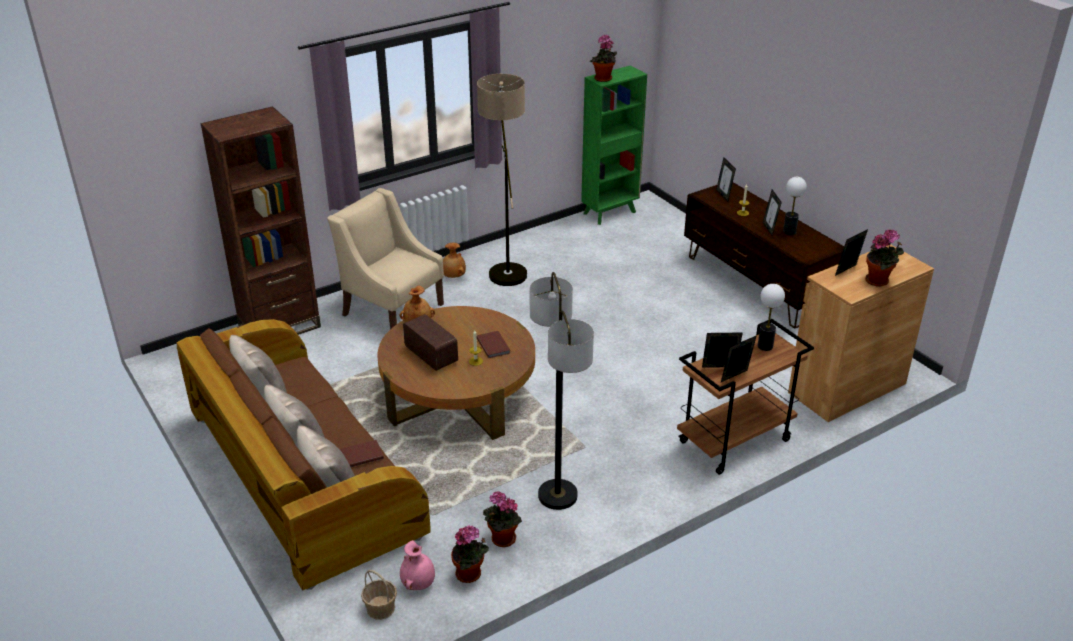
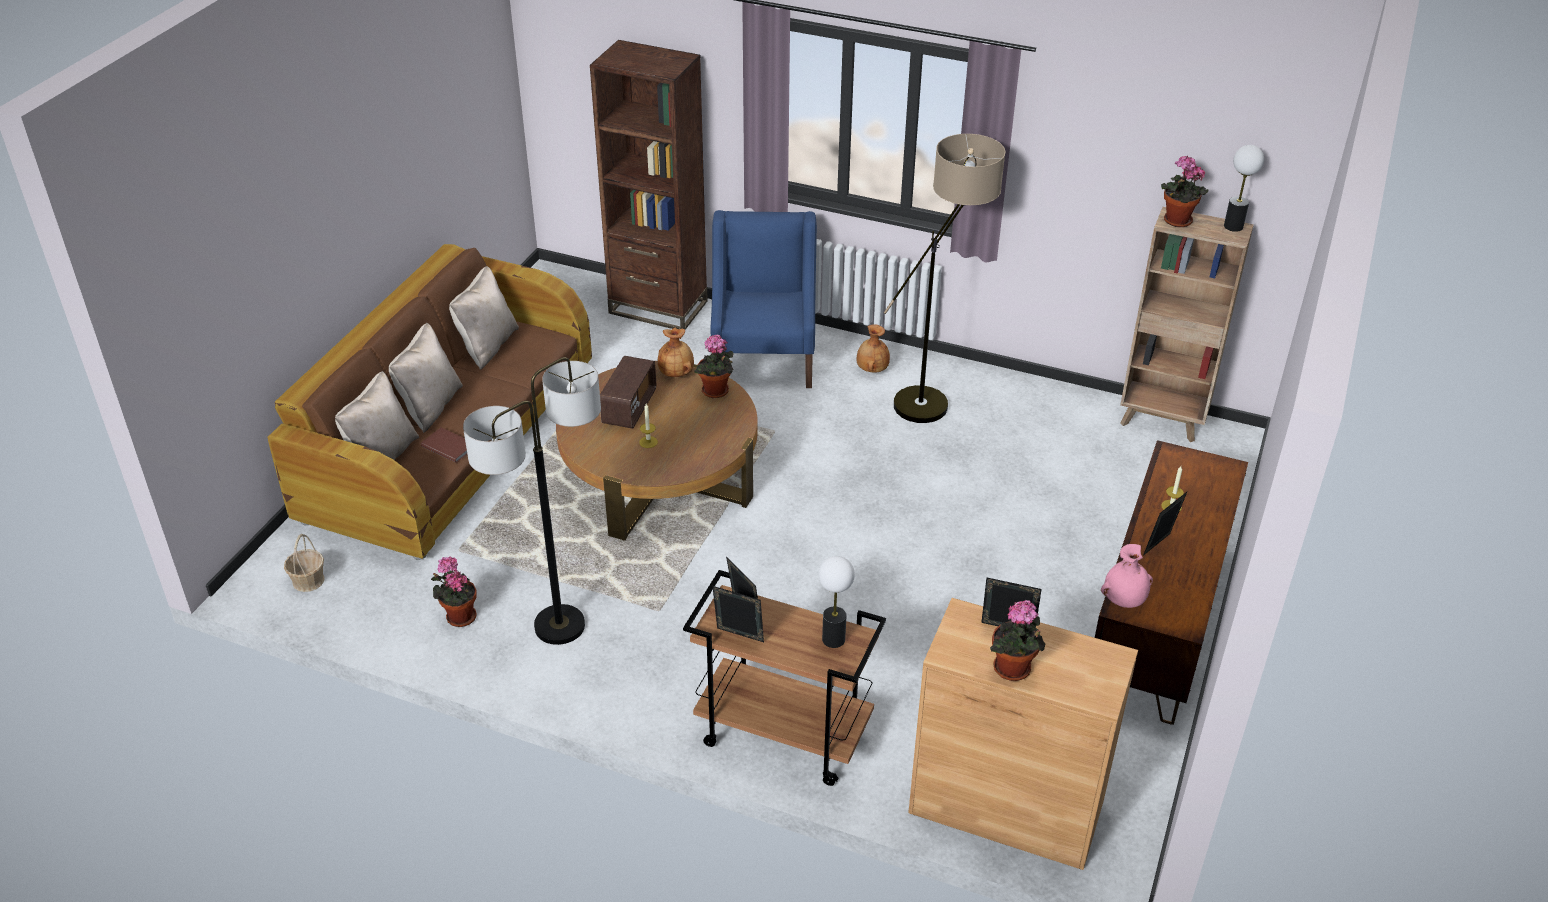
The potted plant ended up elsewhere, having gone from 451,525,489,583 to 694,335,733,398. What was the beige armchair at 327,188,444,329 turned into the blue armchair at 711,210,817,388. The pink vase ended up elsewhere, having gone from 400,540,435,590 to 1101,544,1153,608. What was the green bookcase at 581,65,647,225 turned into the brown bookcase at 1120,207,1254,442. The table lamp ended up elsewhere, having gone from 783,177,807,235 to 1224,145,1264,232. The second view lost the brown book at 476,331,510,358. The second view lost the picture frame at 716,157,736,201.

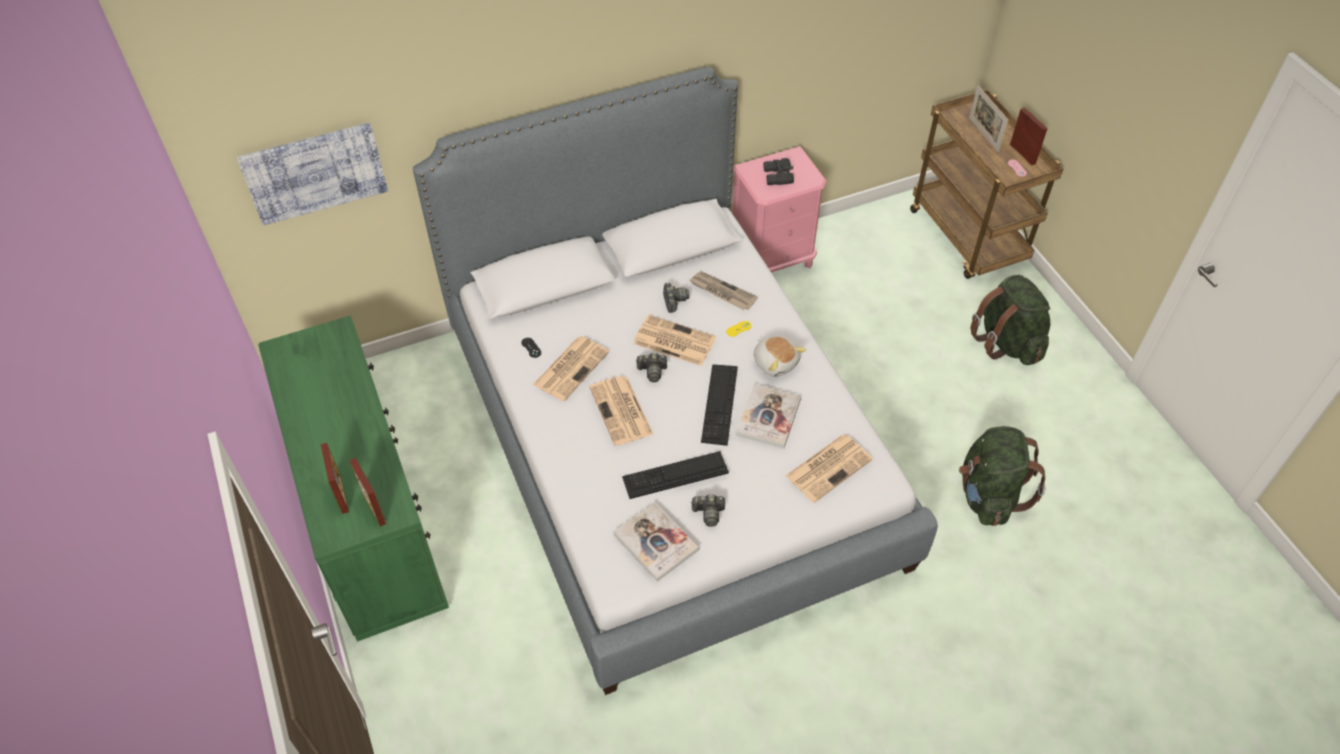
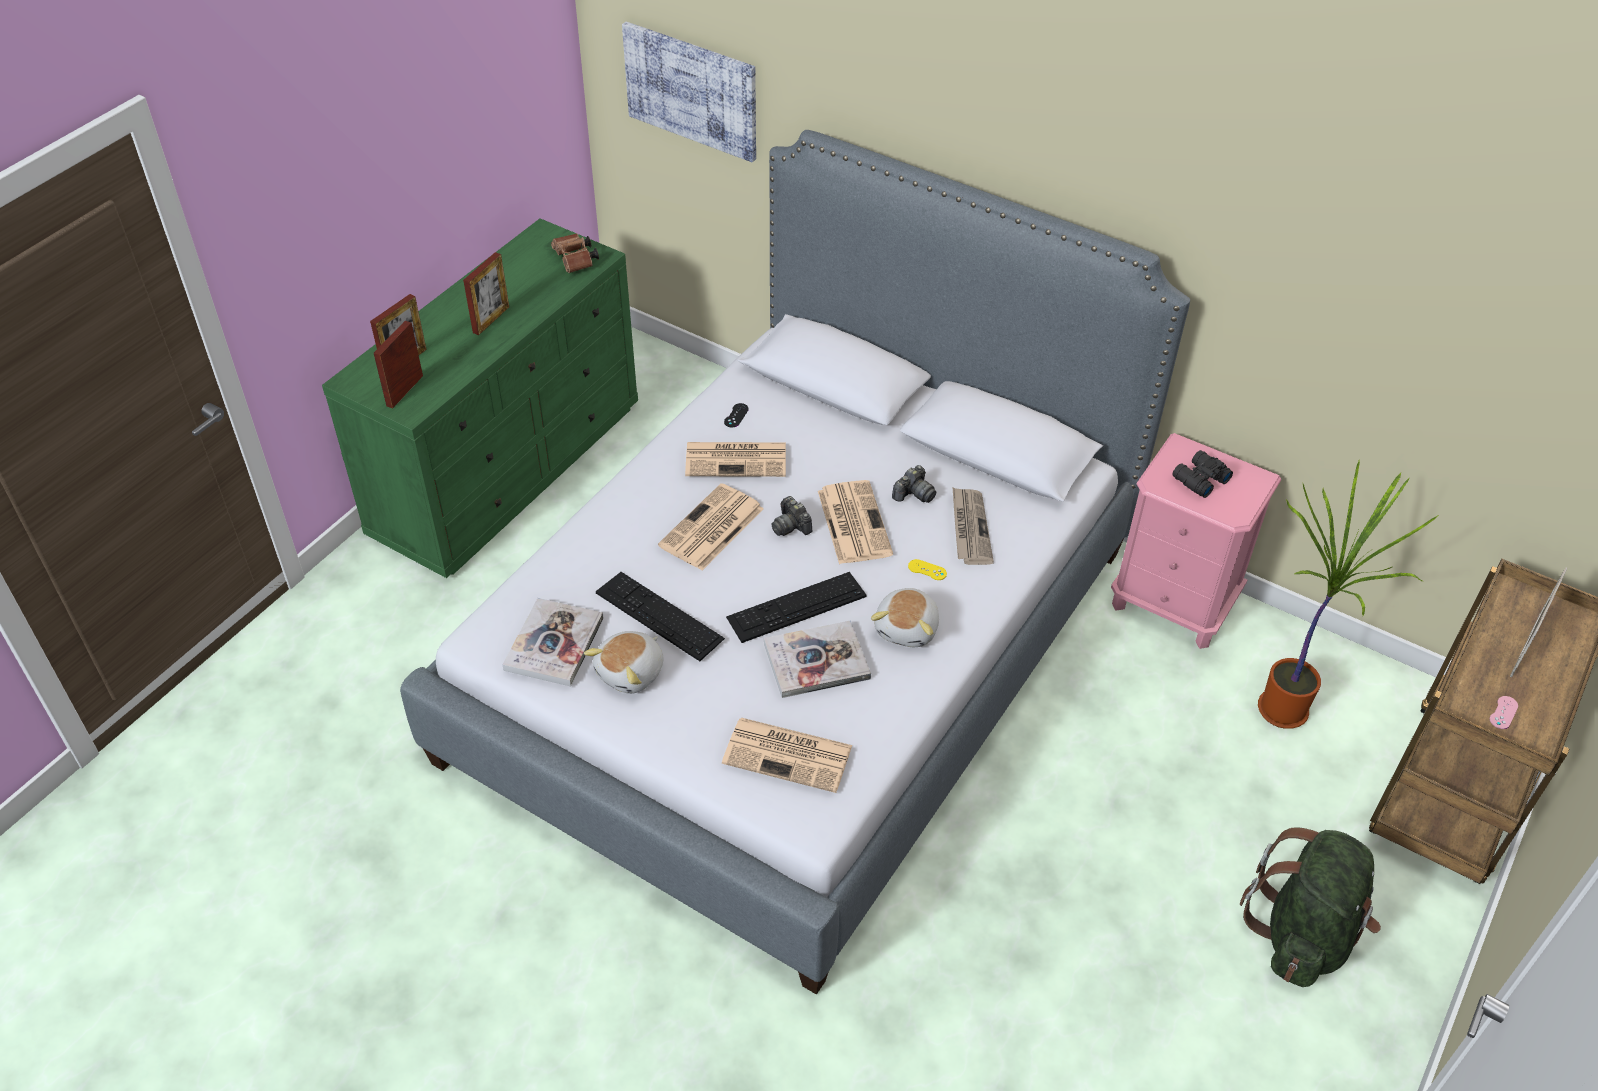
The picture frame ended up elsewhere, having gone from 1010,107,1047,165 to 463,252,509,335. The second view gained the brown binoculars at 551,233,599,273. Where the photo camera stood at 691,494,725,527, the plush toy came to stand at 584,631,664,694. The second view gained the potted plant at 1258,461,1438,729. The second view lost the green backpack at 959,426,1045,526.

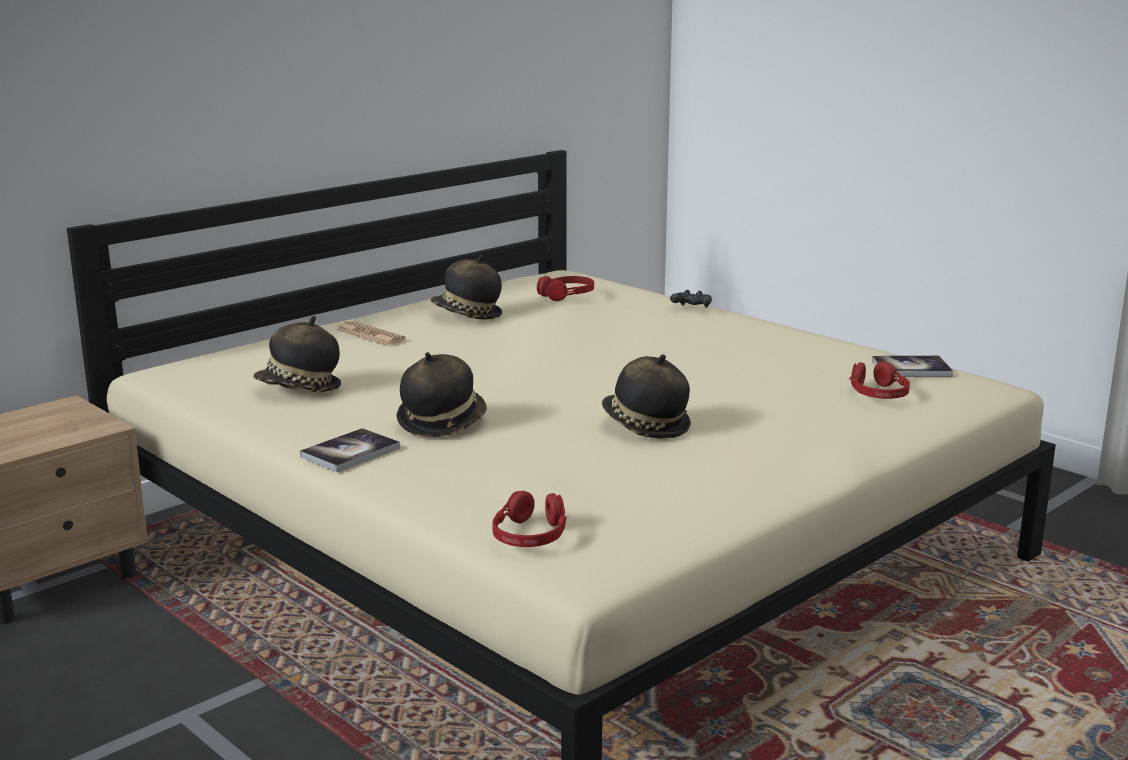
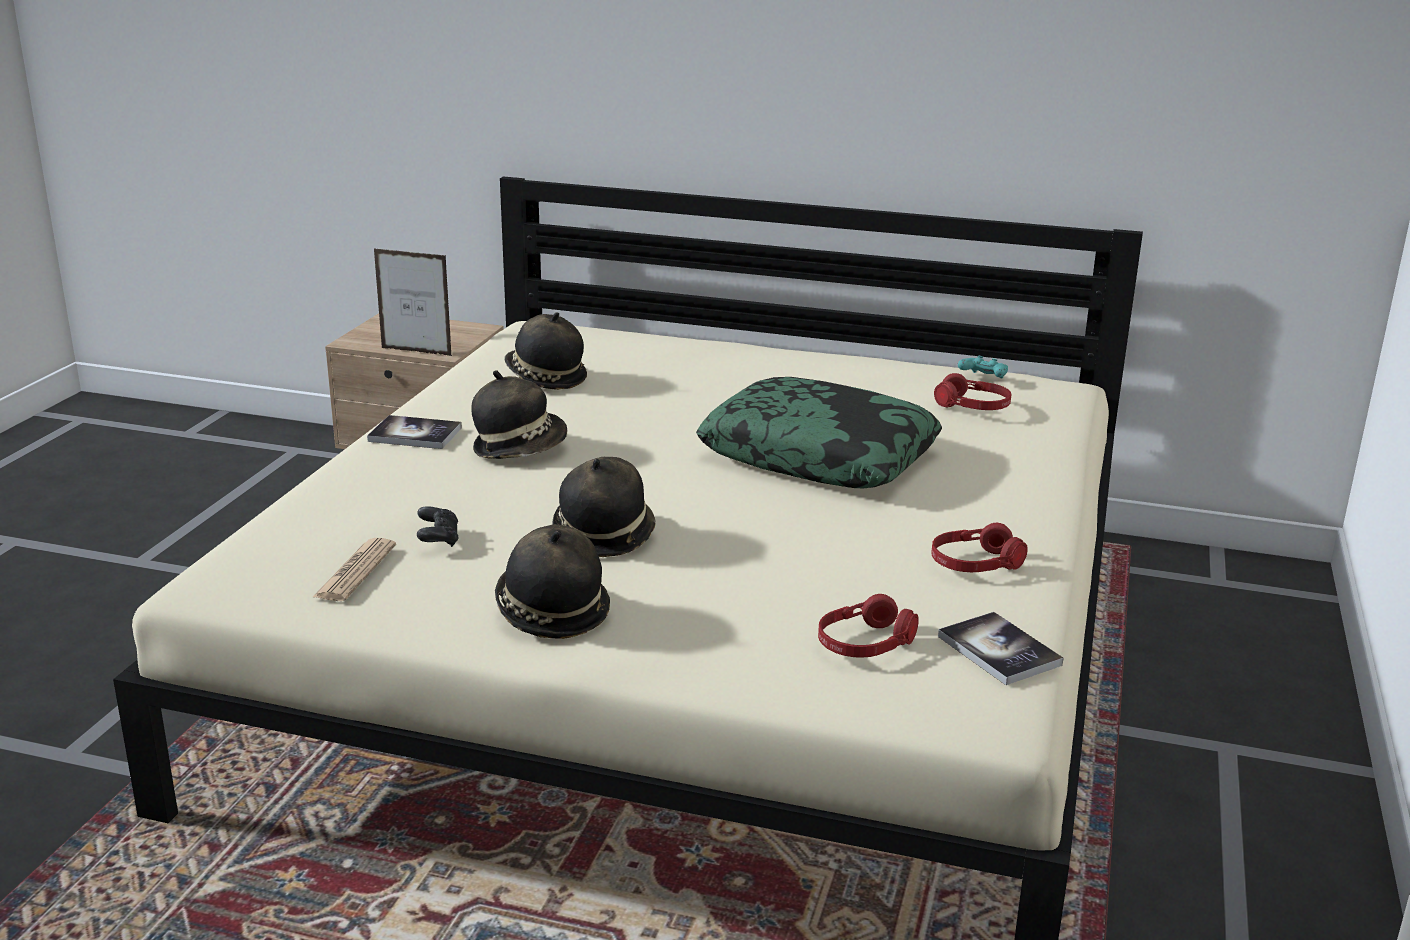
The newspaper ended up elsewhere, having gone from 336,321,405,345 to 313,538,396,601. The second view gained the picture frame at 374,249,452,356. The black game controller ended up elsewhere, having gone from 670,290,712,308 to 417,507,459,547. The hat ended up elsewhere, having gone from 431,255,502,320 to 495,524,610,639. The second view gained the pillow at 696,377,942,488. The red headphones ended up elsewhere, having gone from 492,491,567,547 to 931,523,1028,572. The second view gained the turquoise game controller at 958,356,1008,378.

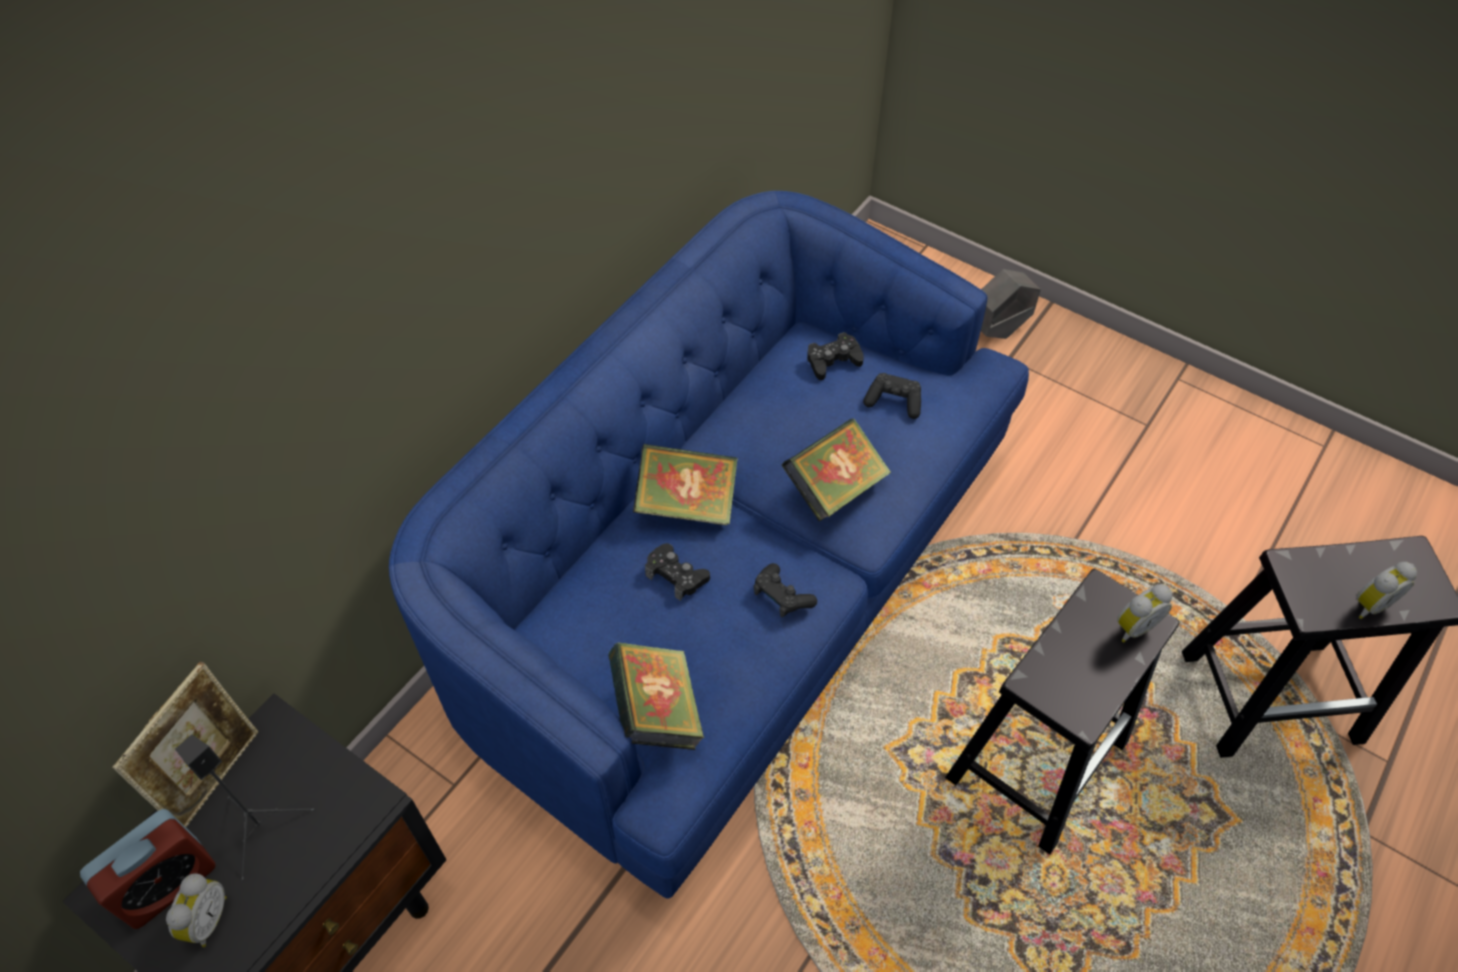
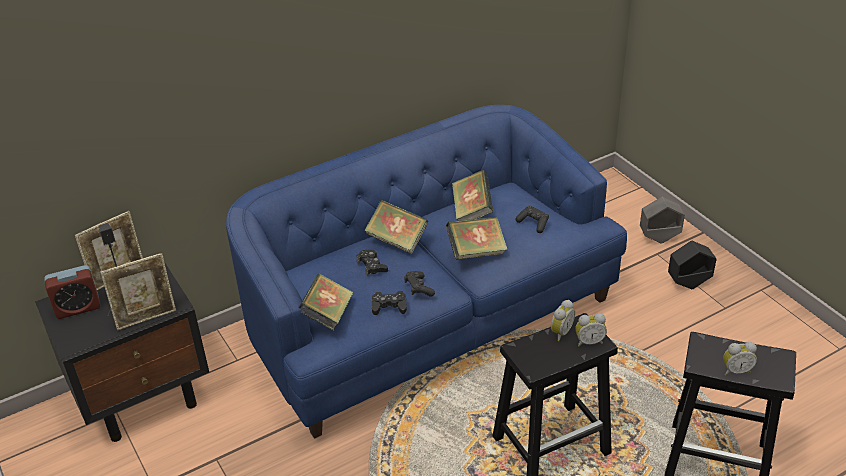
The second view gained the picture frame at 100,253,176,330. The black game controller ended up elsewhere, having gone from 807,332,864,380 to 372,291,407,315. The second view gained the book at 452,170,493,221. The alarm clock ended up elsewhere, having gone from 166,873,227,947 to 551,300,575,341. The second view gained the black planter at 668,241,717,289.

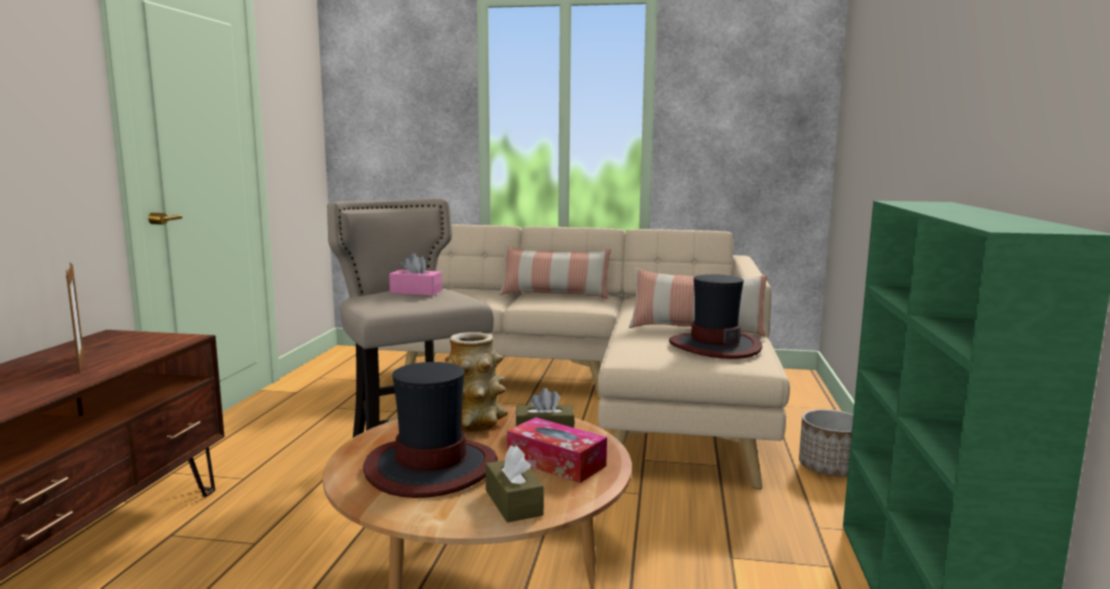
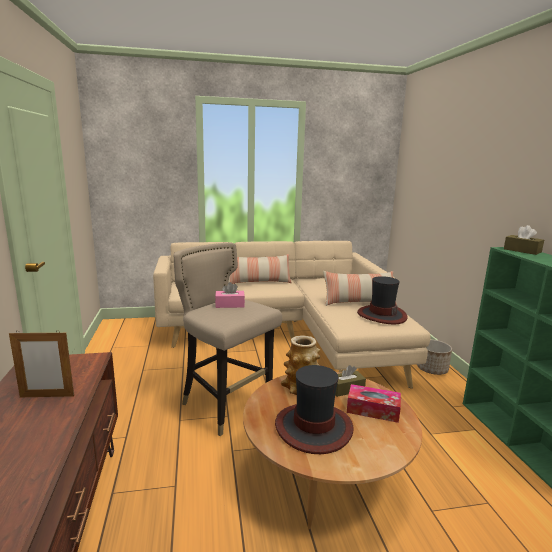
The picture frame at 66,264,84,373 ended up facing another way, 135 degrees clockwise from before. The brown tissue box ended up elsewhere, having gone from 486,446,544,523 to 504,225,544,255.

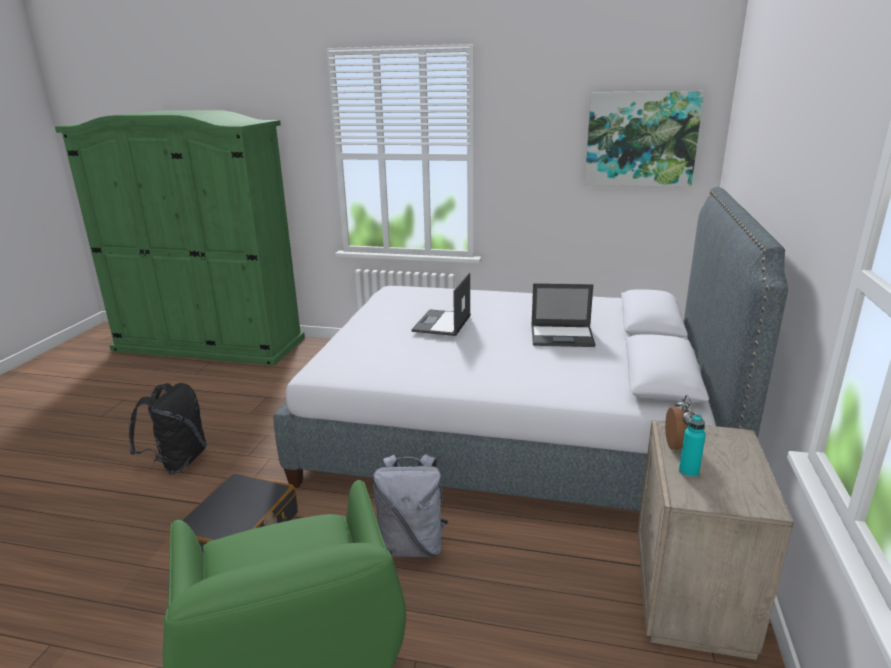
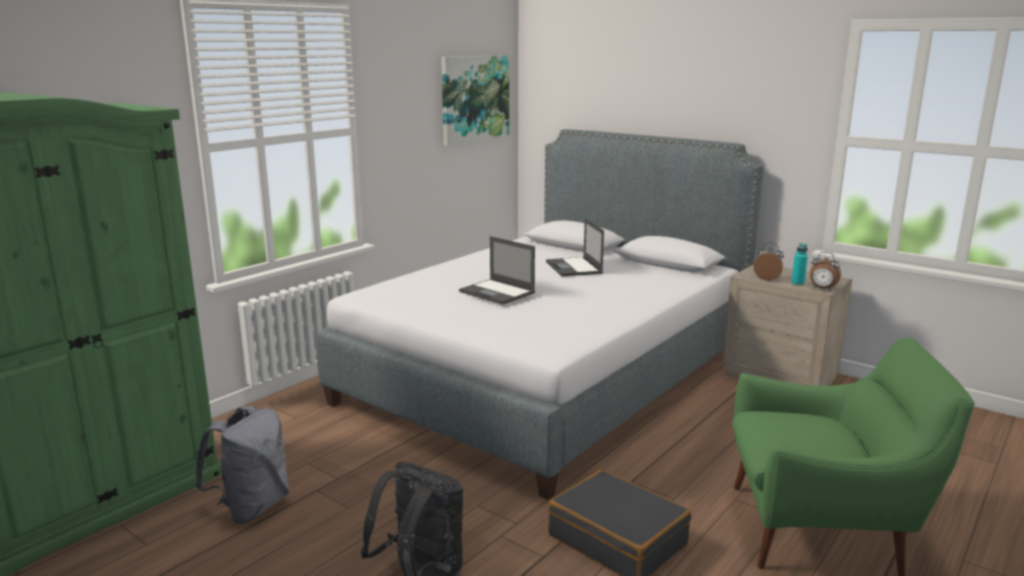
The grey backpack ended up elsewhere, having gone from 373,454,448,557 to 194,406,289,524. The laptop at 531,283,595,347 ended up facing another way, 135 degrees clockwise from before. The second view gained the alarm clock at 810,252,841,291.

